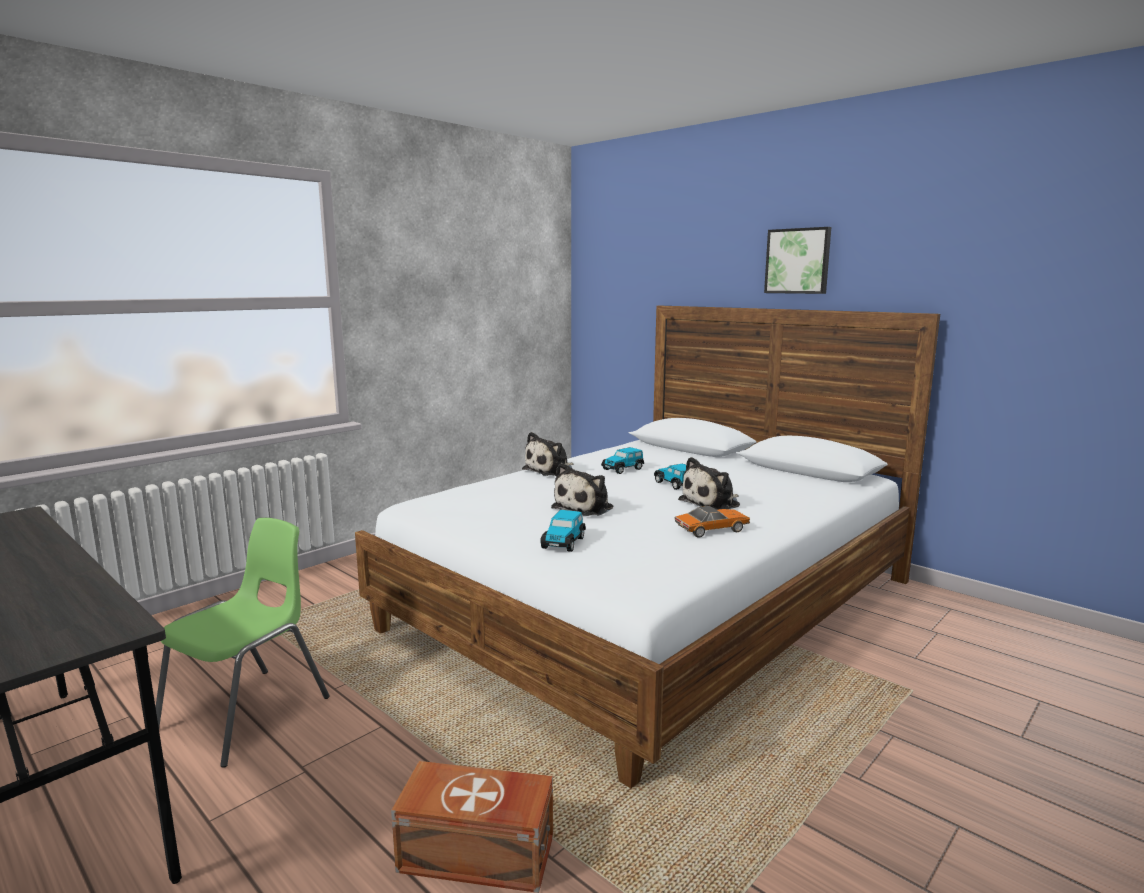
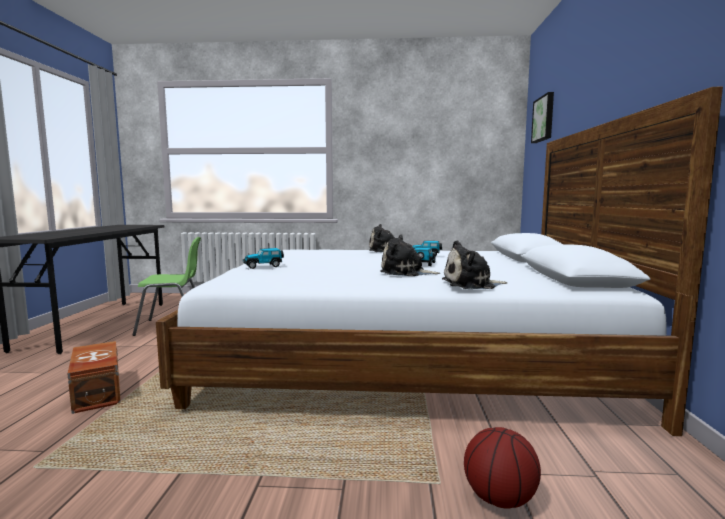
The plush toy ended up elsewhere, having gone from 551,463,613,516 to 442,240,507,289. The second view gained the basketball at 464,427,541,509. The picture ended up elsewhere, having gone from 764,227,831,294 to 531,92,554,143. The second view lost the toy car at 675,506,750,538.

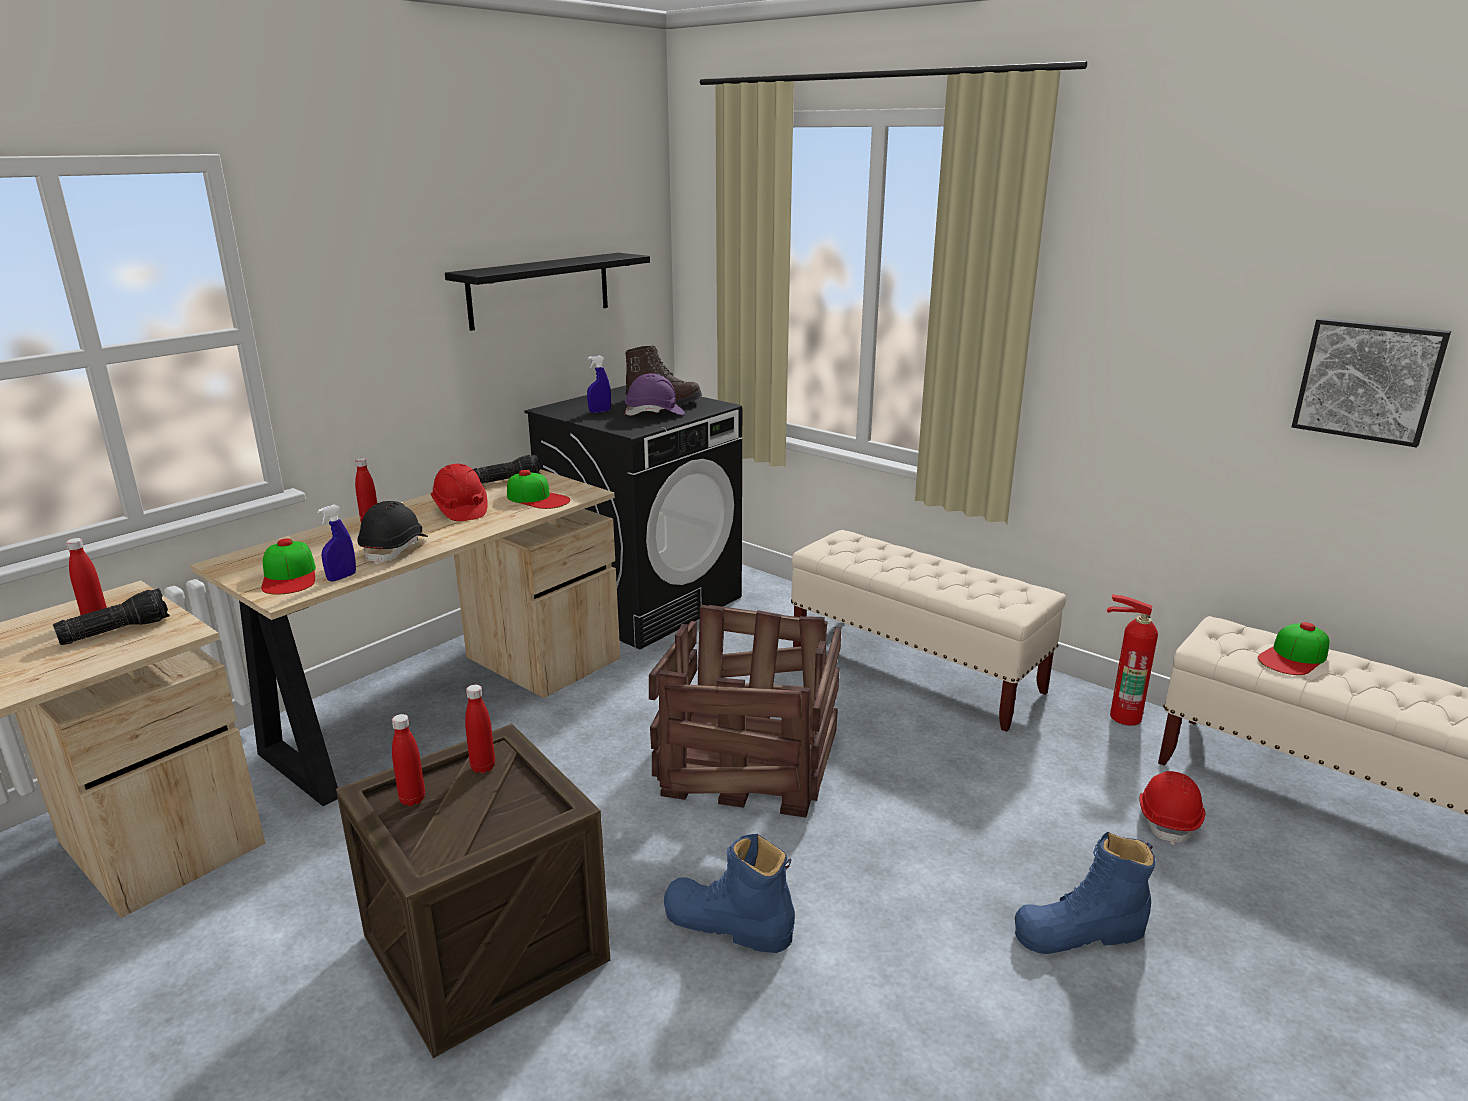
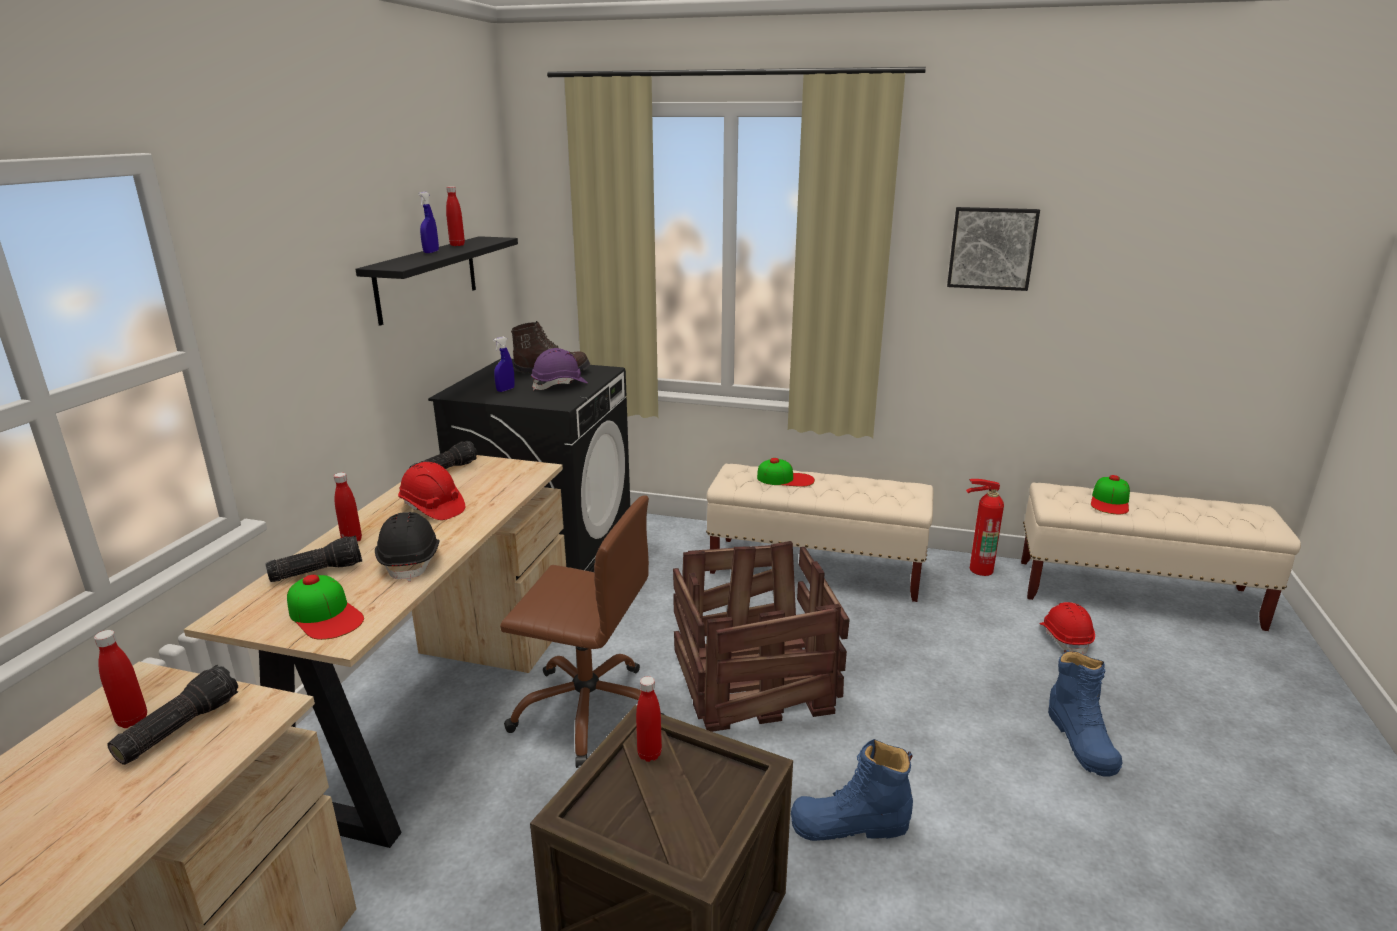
The second view gained the flashlight at 265,535,362,582. The blue spray bottle ended up elsewhere, having gone from 317,505,356,582 to 418,192,439,253. The red bottle ended up elsewhere, having gone from 392,714,425,806 to 446,186,465,246. The second view gained the brown office chair at 500,495,665,768. The cap ended up elsewhere, having gone from 507,470,570,509 to 757,458,815,487. The picture ended up elsewhere, having gone from 1292,318,1451,448 to 947,207,1040,291. The blue boot at 1015,831,1156,954 ended up facing another way, 60 degrees counterclockwise from before.

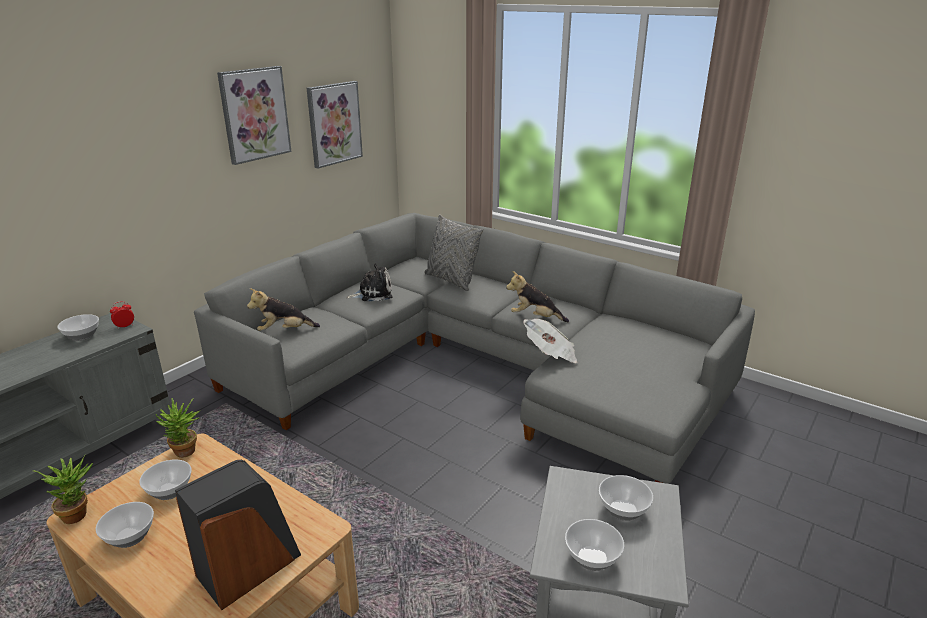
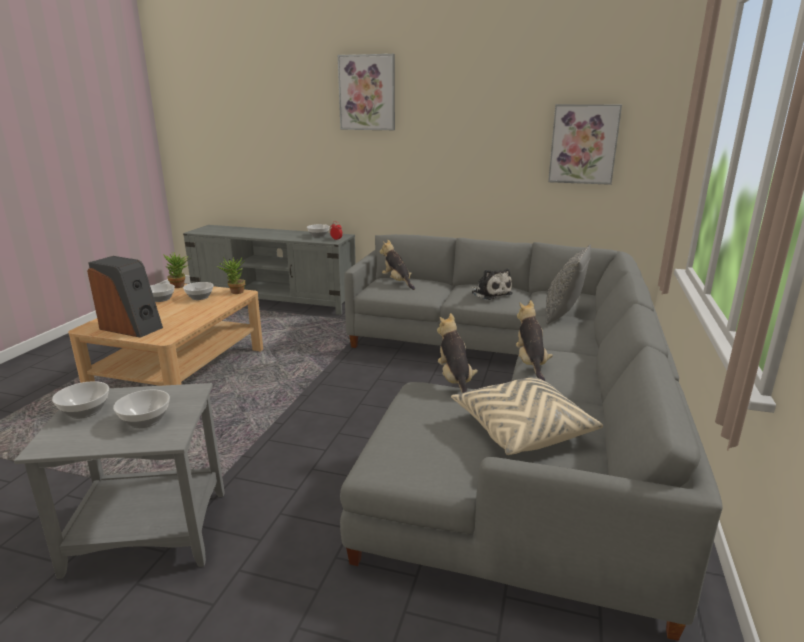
The picture ended up elsewhere, having gone from 217,66,292,165 to 338,54,395,130. Where the newspaper stood at 523,319,577,363, the plush toy came to stand at 437,313,478,393. The second view gained the beige pillow at 451,377,603,455.

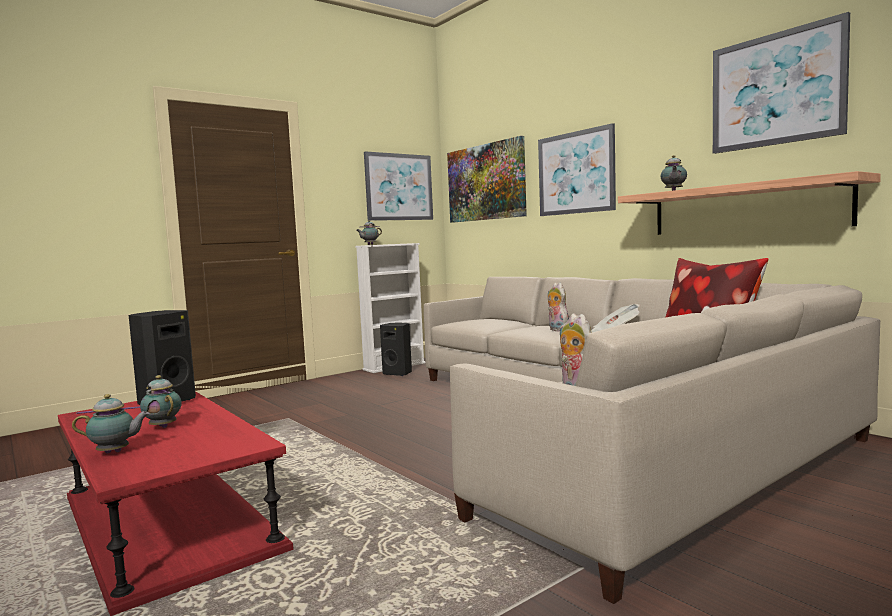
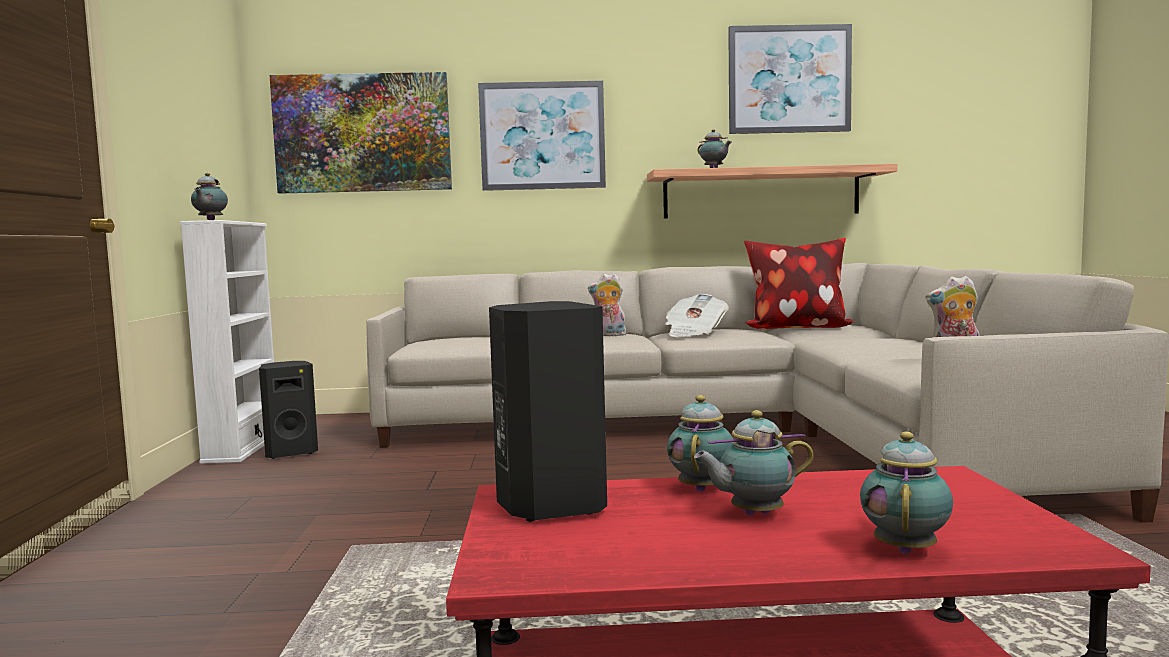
The second view gained the teapot at 667,395,733,492. The second view lost the picture at 364,151,433,221.

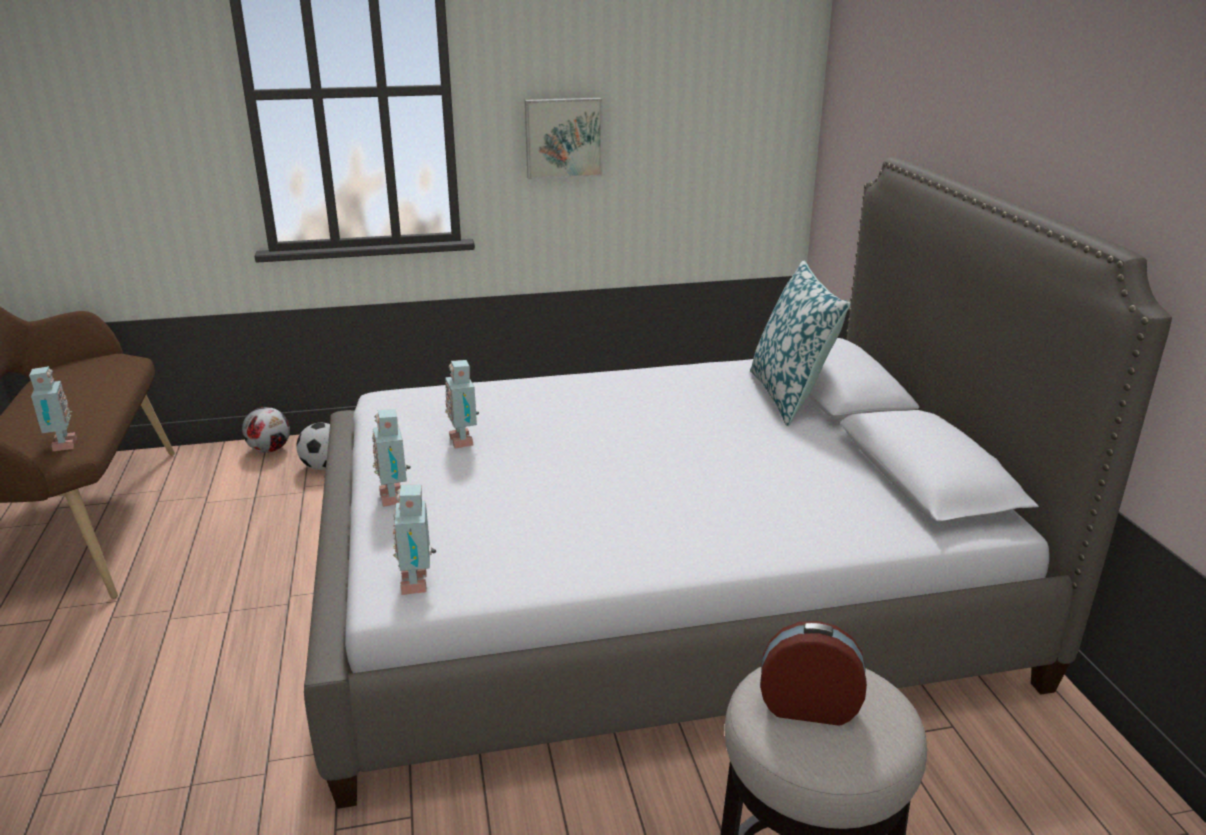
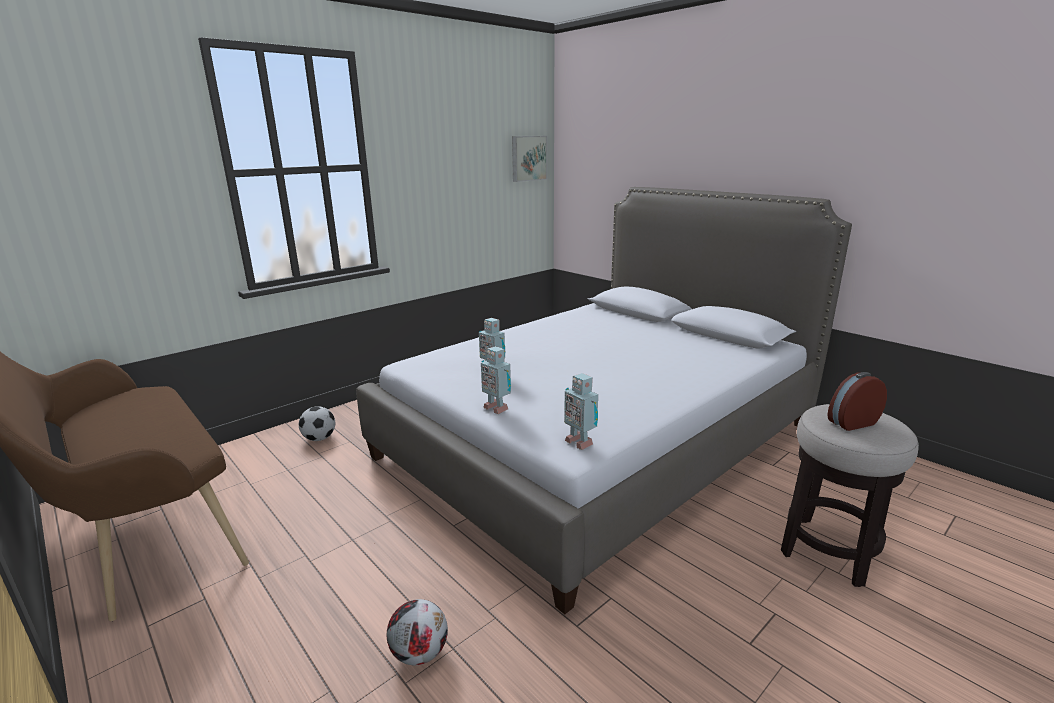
The football ended up elsewhere, having gone from 242,407,290,453 to 387,599,448,665. The picture ended up elsewhere, having gone from 525,98,602,179 to 512,136,547,182. The second view lost the toy robot at 29,366,77,451. The second view lost the pillow at 750,260,850,426.

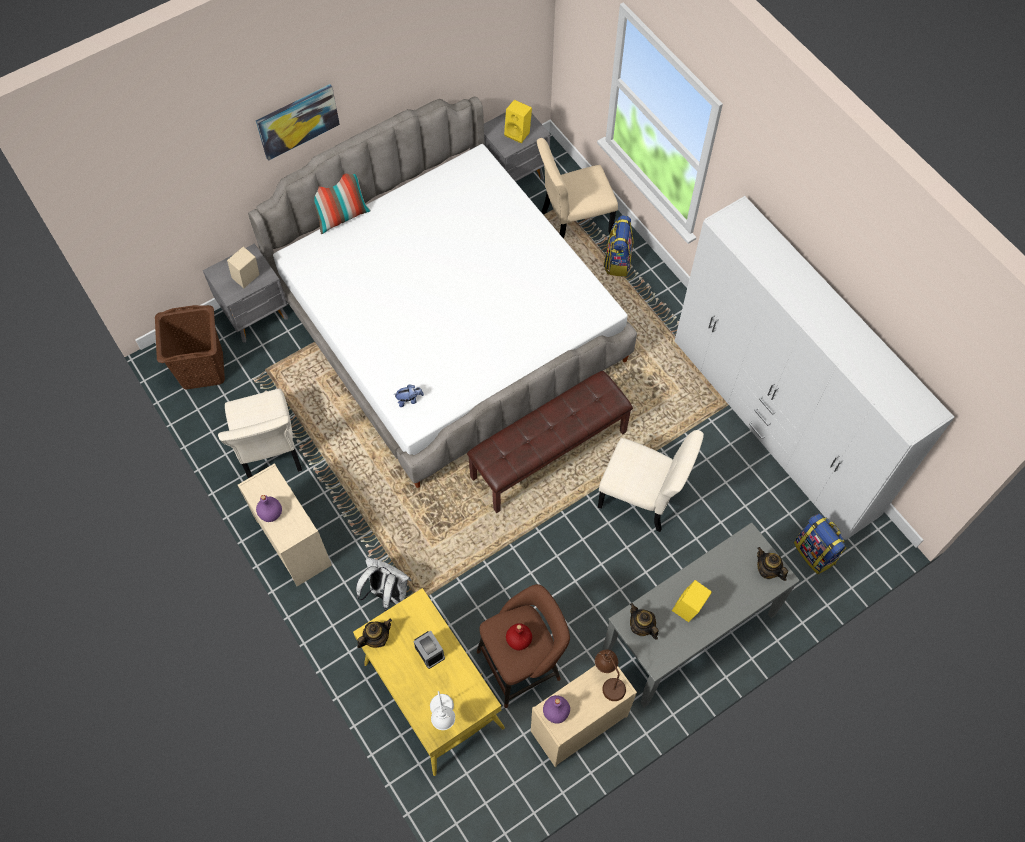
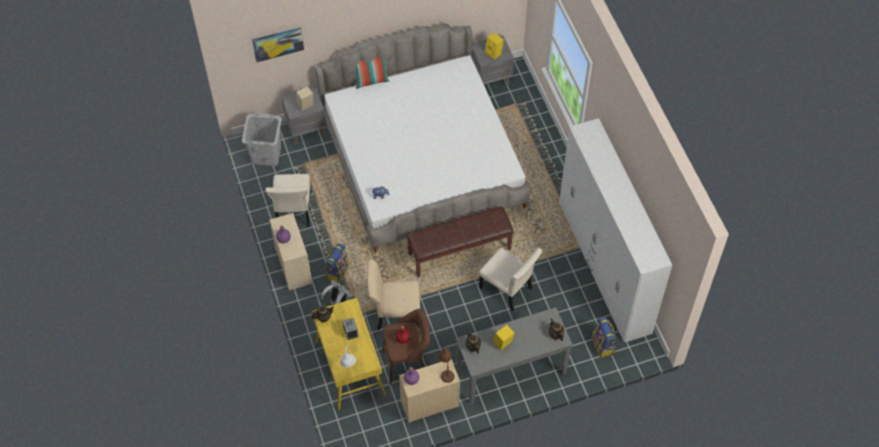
What was the brown laundry basket at 155,305,225,389 turned into the grey laundry basket at 242,113,282,166. The picture ended up elsewhere, having gone from 256,84,340,161 to 252,27,304,63. The backpack ended up elsewhere, having gone from 604,215,633,277 to 326,243,349,283. The beige chair ended up elsewhere, having gone from 537,138,618,239 to 367,260,420,330.

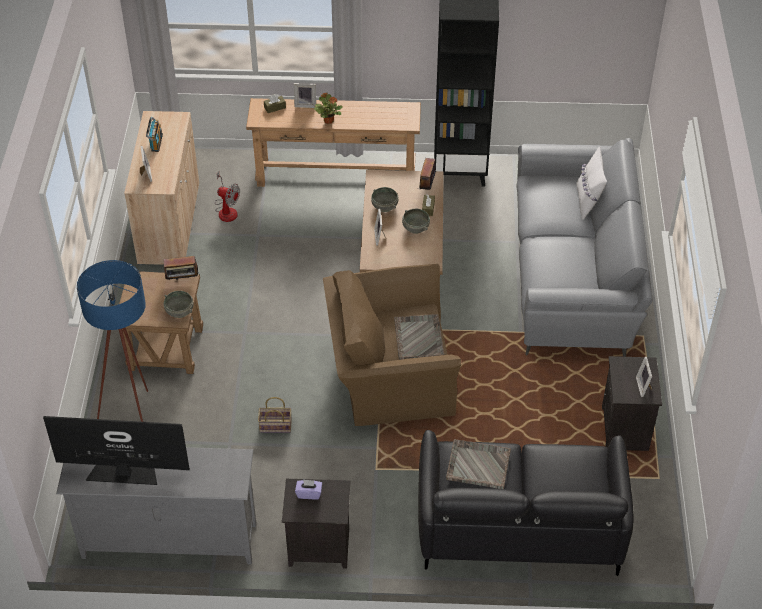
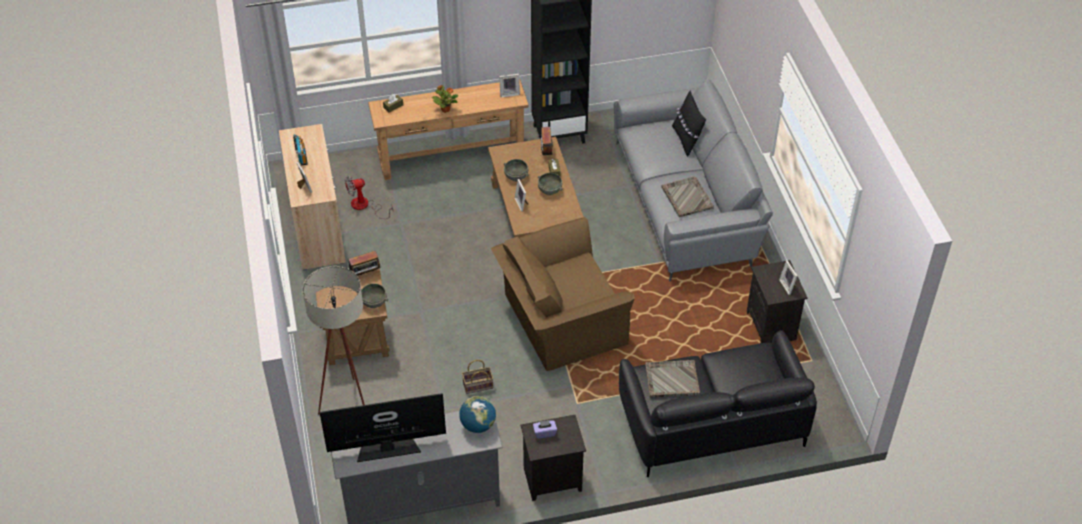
What was the blue floor lamp at 77,260,148,422 turned into the beige floor lamp at 303,266,365,415. The fan at 215,171,240,222 ended up facing another way, 150 degrees clockwise from before. The second view gained the globe at 459,396,496,433. The picture frame ended up elsewhere, having gone from 294,83,316,108 to 499,74,520,97. The grey tray ended up elsewhere, having gone from 394,314,444,360 to 662,176,714,217. What was the white pillow at 577,147,607,220 turned into the black pillow at 672,91,706,156.

